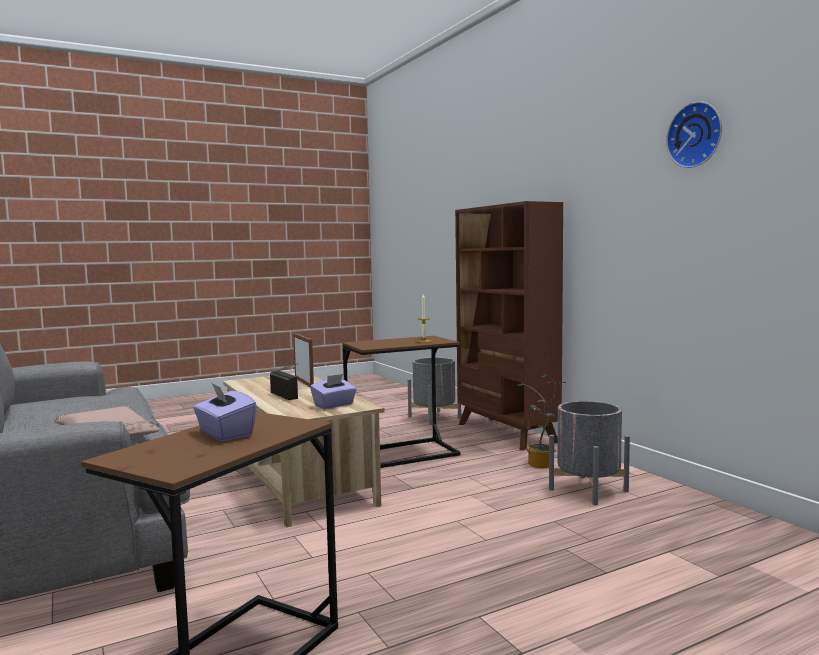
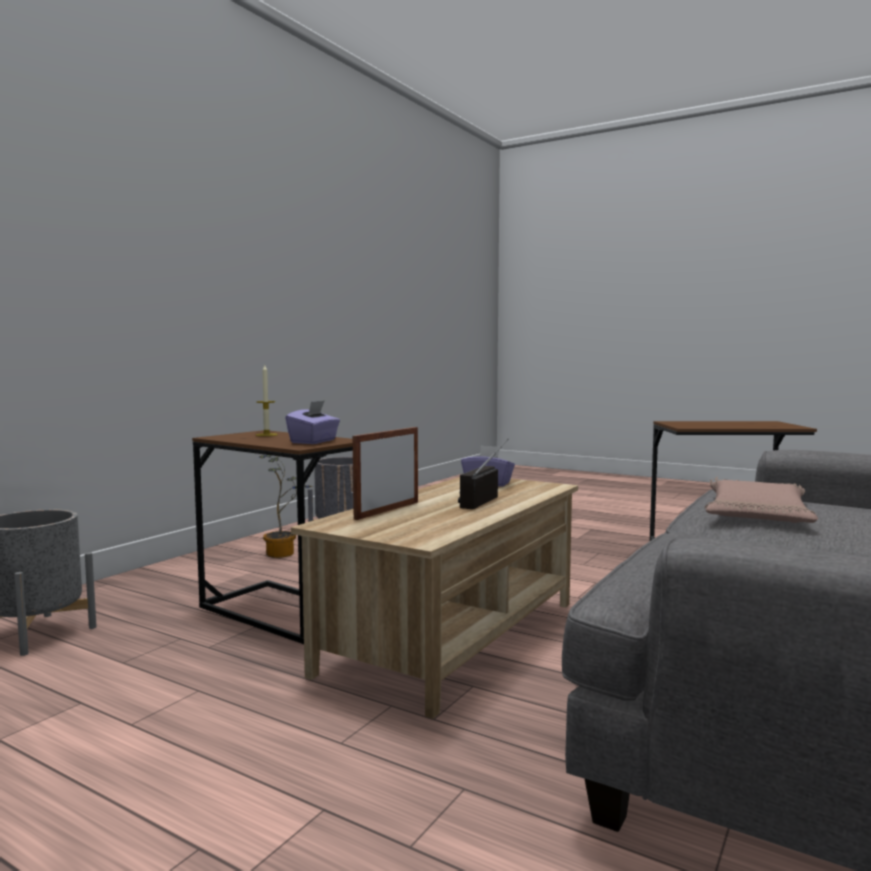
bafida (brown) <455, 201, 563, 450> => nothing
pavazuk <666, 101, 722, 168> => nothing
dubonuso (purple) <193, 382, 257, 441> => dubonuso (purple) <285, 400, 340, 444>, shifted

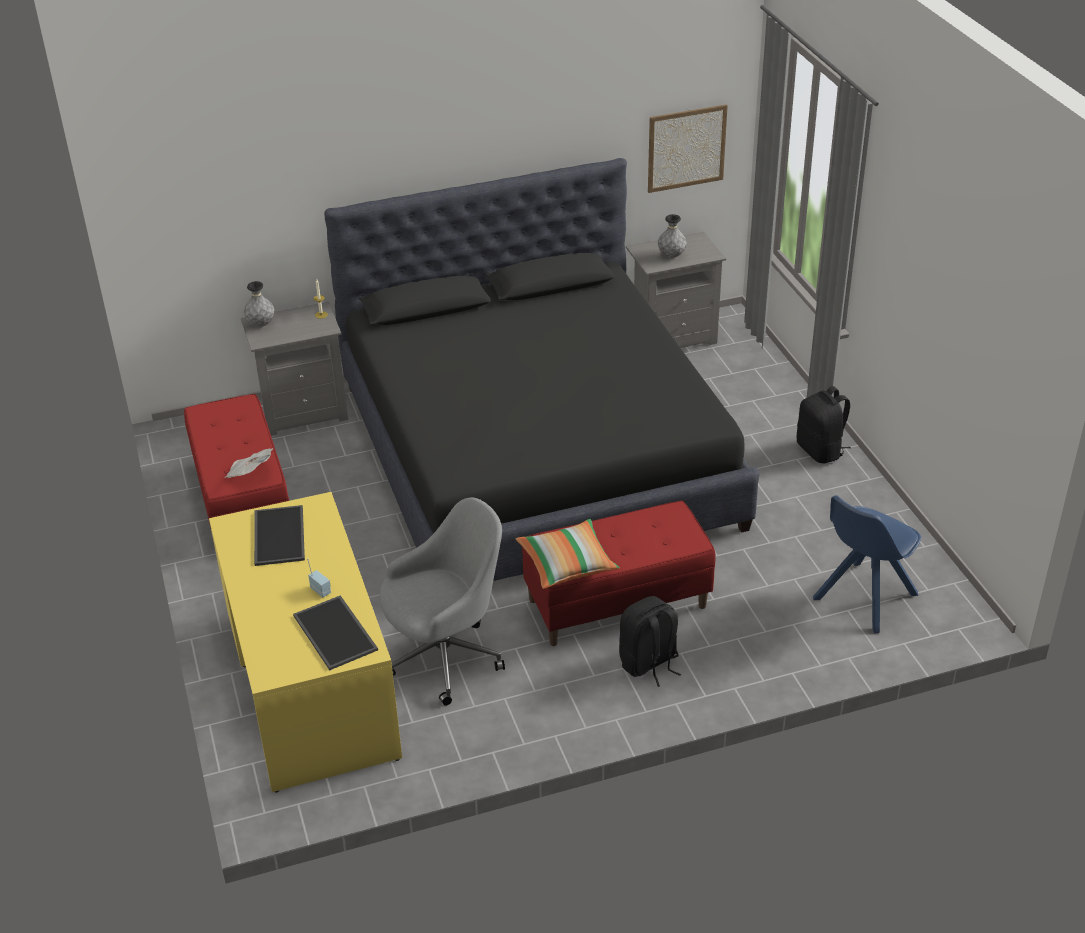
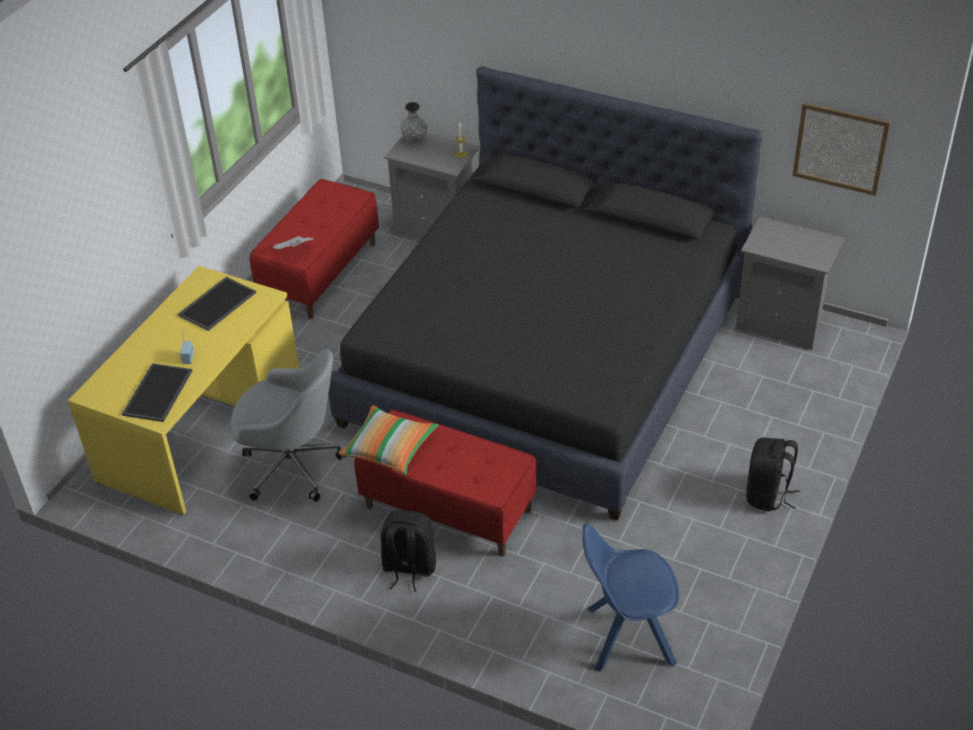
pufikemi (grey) <658, 214, 687, 258> => nothing

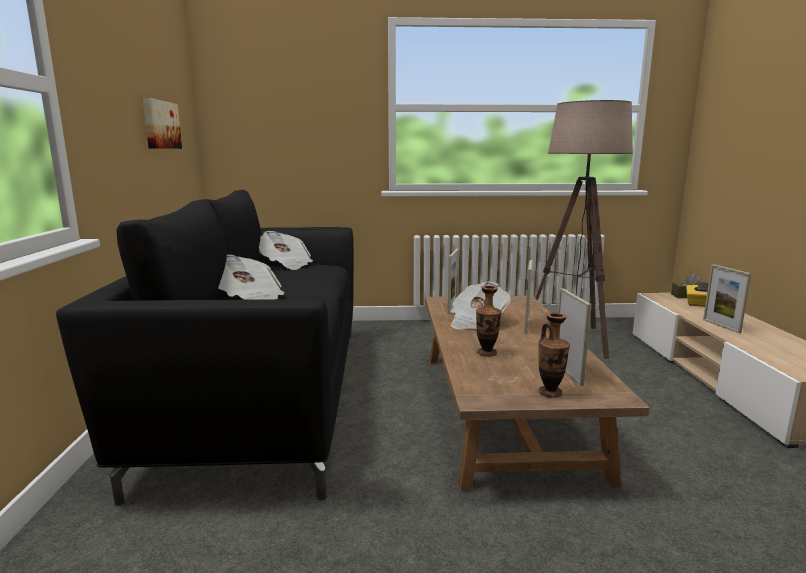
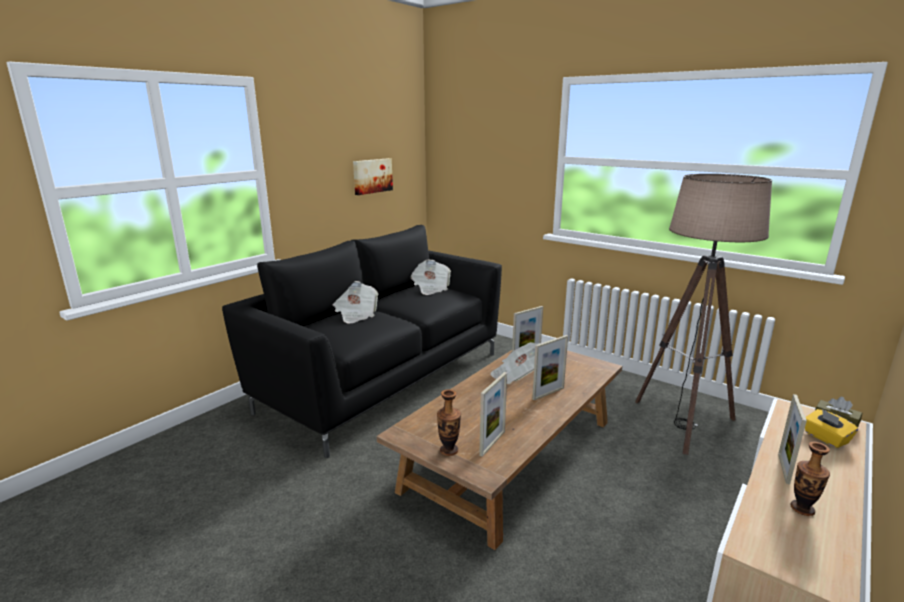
pufikemi <476, 285, 502, 357> => pufikemi <790, 441, 830, 516>, shifted

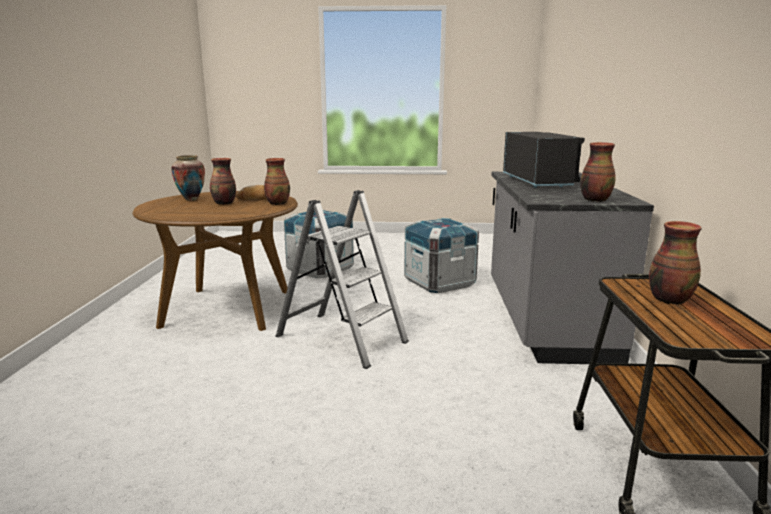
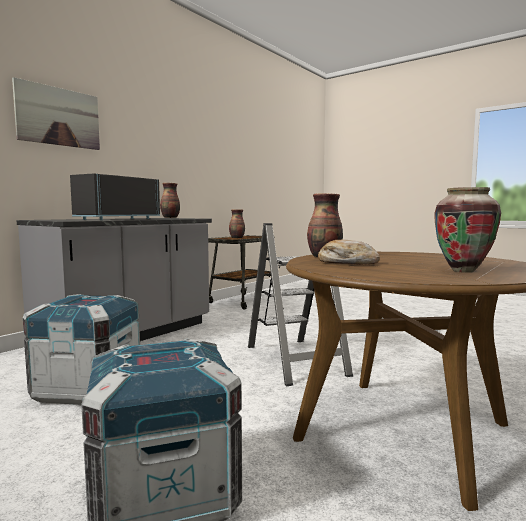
pufikemi <210, 158, 236, 205> => nothing
nothing => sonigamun <12, 77, 100, 150>

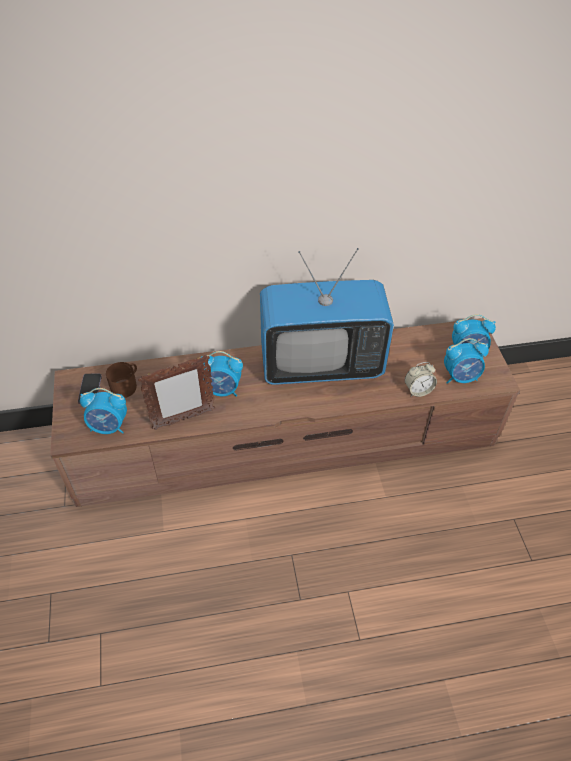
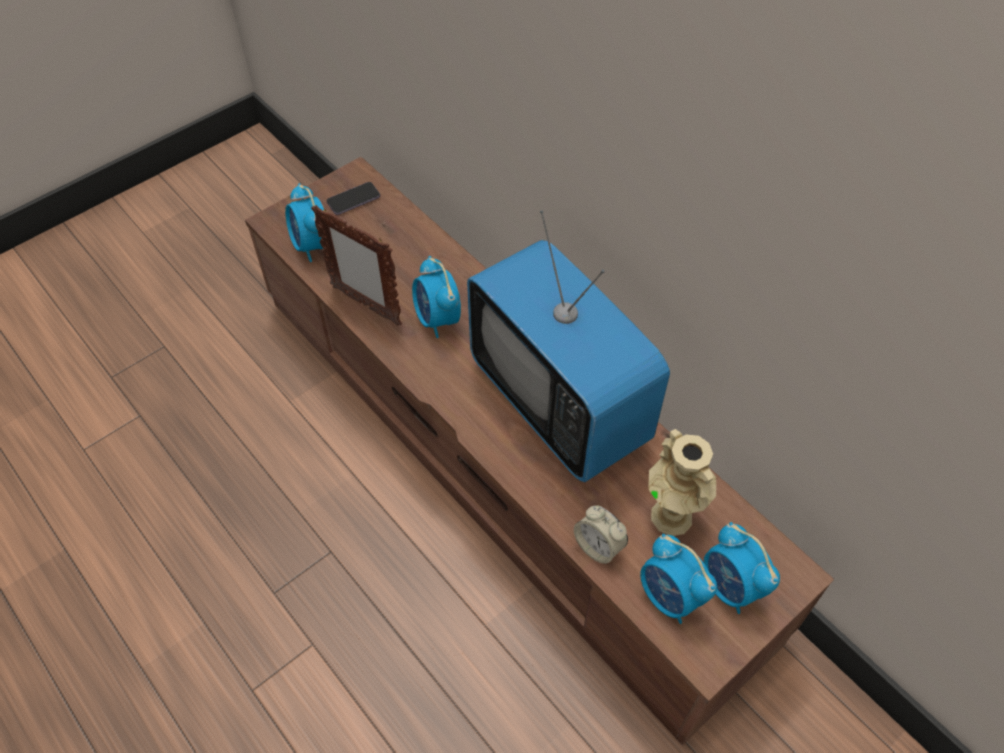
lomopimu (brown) <106, 362, 137, 398> => nothing
nothing => pufikemi (beige) <648, 429, 716, 536>

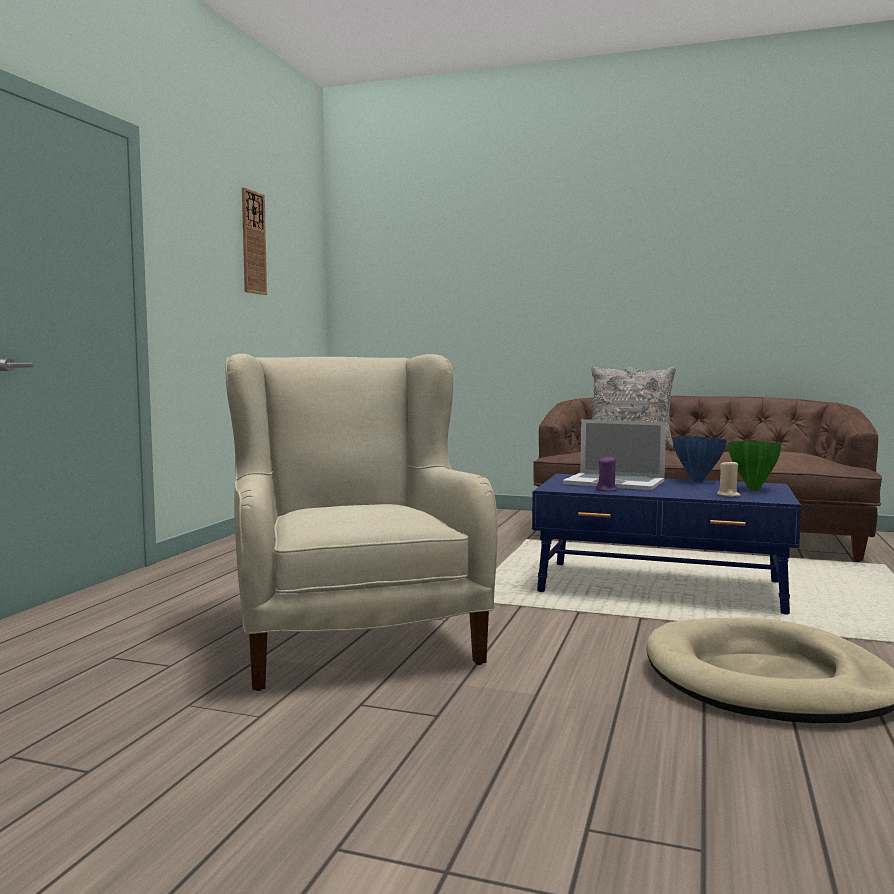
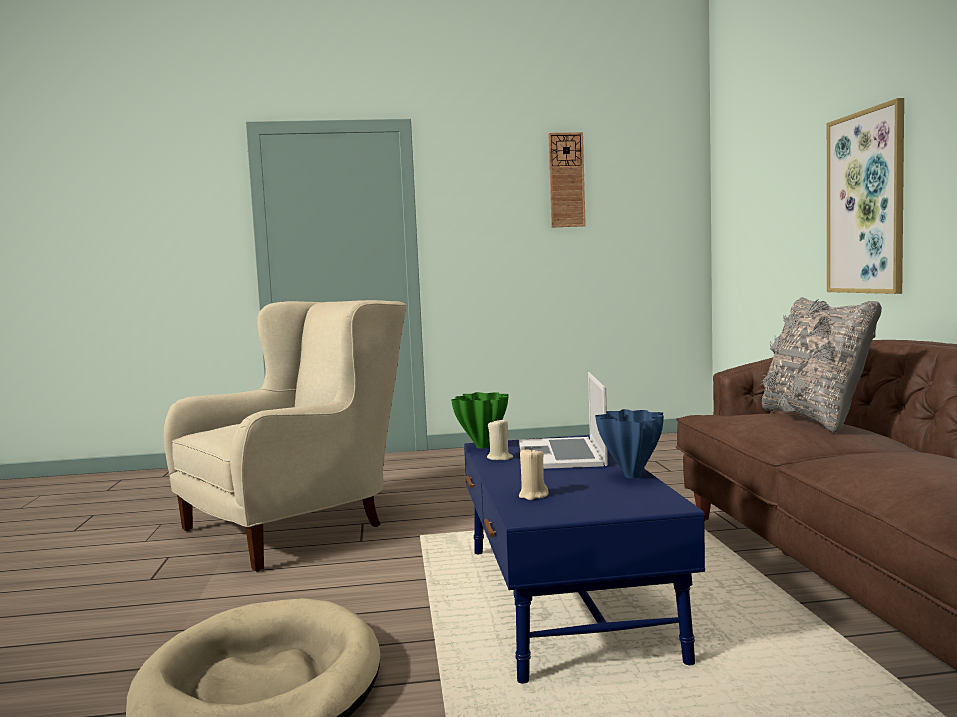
nothing => sonigamun <827, 98, 904, 294>
pufikemi (green) <728, 441, 782, 490> => pufikemi (green) <451, 392, 509, 449>, shifted
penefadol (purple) <596, 456, 617, 491> => penefadol (beige) <487, 420, 513, 460>

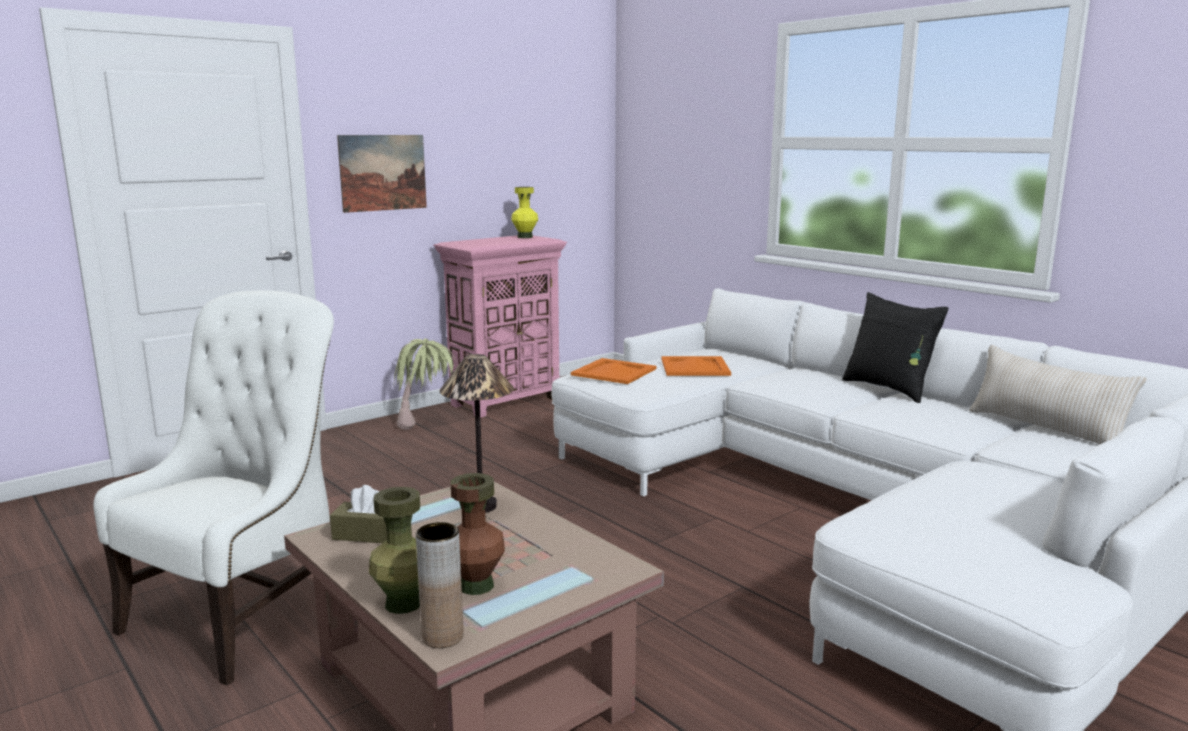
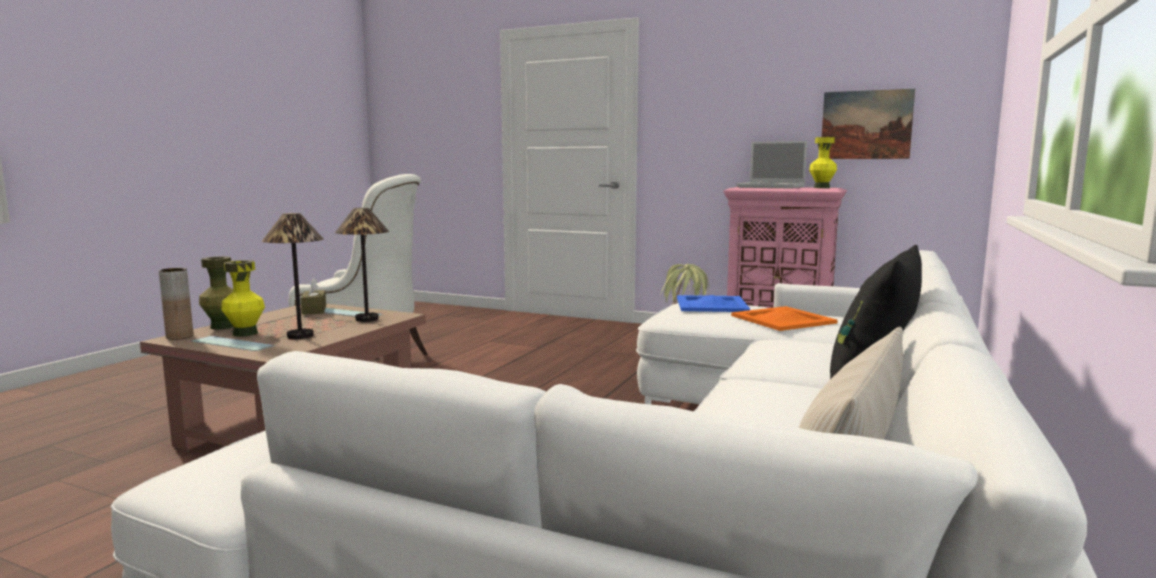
nothing => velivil <262, 213, 323, 339>
nothing => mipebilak <737, 141, 807, 189>
sonigamun <337, 135, 427, 213> => sonigamun <822, 89, 915, 159>, shifted
pufikemi (brown) <451, 473, 505, 595> => pufikemi (yellow) <221, 260, 265, 336>
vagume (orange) <571, 358, 657, 384> => vagume (blue) <677, 295, 750, 312>

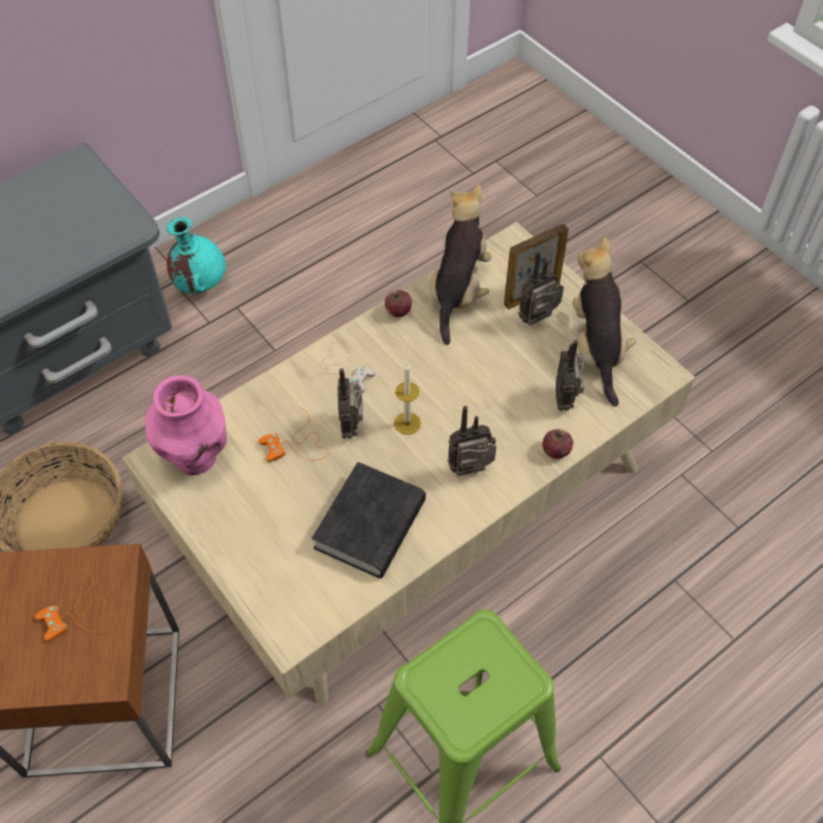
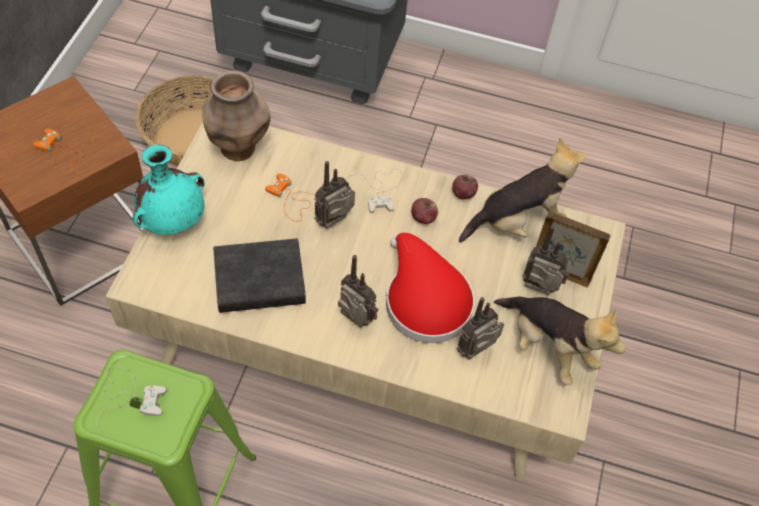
penefadol <394, 363, 421, 435> => nothing
nothing => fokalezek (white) <96, 366, 167, 431>
nothing => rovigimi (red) <386, 233, 474, 343>
pufikemi (turquoise) <167, 217, 226, 294> => pufikemi (turquoise) <133, 145, 205, 235>, shifted
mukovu <542, 429, 573, 459> => mukovu <411, 198, 438, 224>, shifted
pufikemi (pink) <145, 375, 227, 475> => pufikemi (brown) <202, 70, 270, 161>
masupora <572, 237, 636, 407> => masupora <494, 296, 626, 385>, 90 degrees clockwise

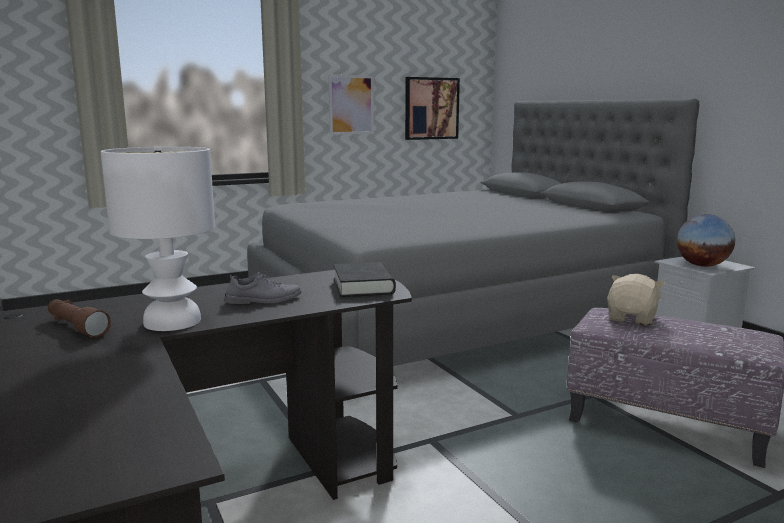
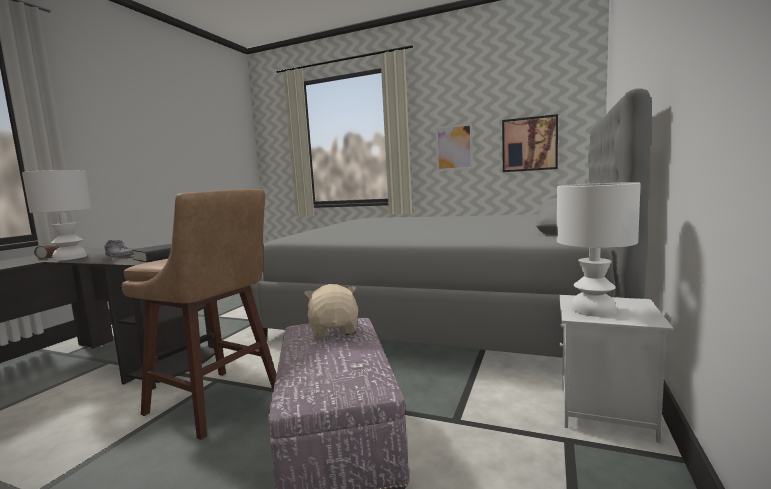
nothing => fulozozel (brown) <122, 189, 276, 440>
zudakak <677, 214, 735, 267> => velivil (white) <557, 182, 641, 317>
masupora (beige) <607, 274, 665, 326> => masupora (beige) <304, 284, 358, 339>, 90 degrees counterclockwise

